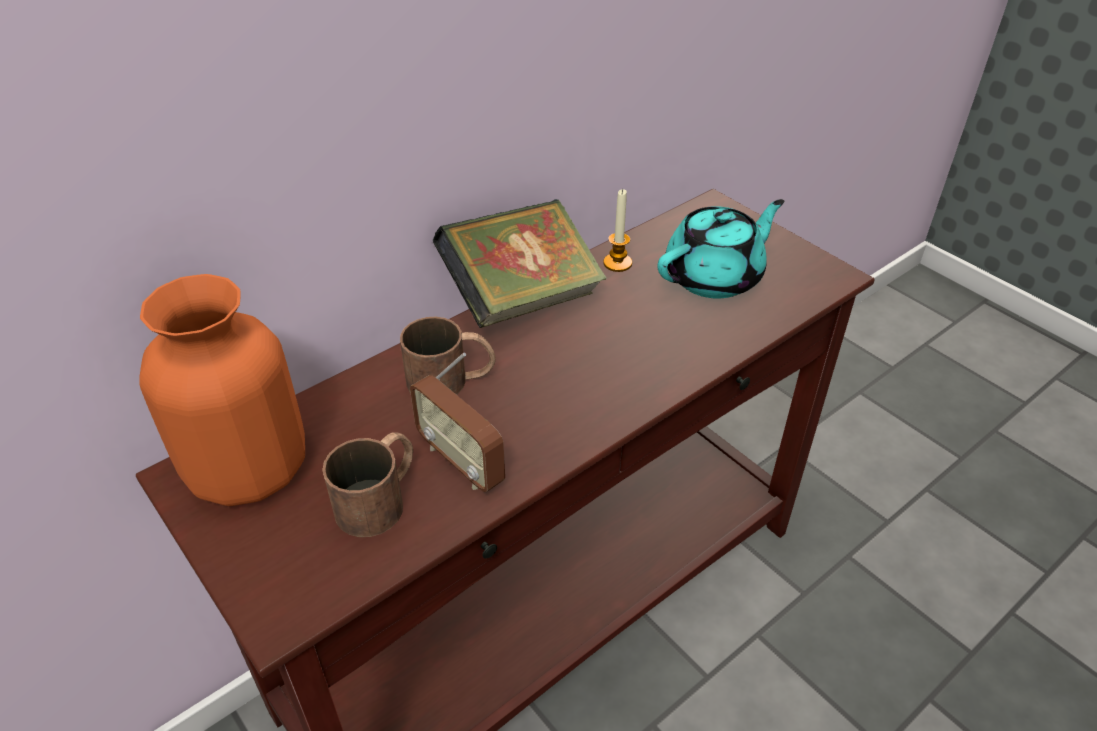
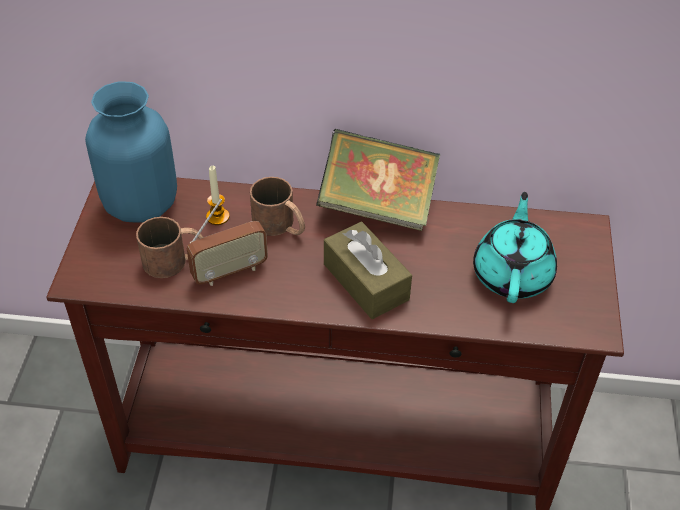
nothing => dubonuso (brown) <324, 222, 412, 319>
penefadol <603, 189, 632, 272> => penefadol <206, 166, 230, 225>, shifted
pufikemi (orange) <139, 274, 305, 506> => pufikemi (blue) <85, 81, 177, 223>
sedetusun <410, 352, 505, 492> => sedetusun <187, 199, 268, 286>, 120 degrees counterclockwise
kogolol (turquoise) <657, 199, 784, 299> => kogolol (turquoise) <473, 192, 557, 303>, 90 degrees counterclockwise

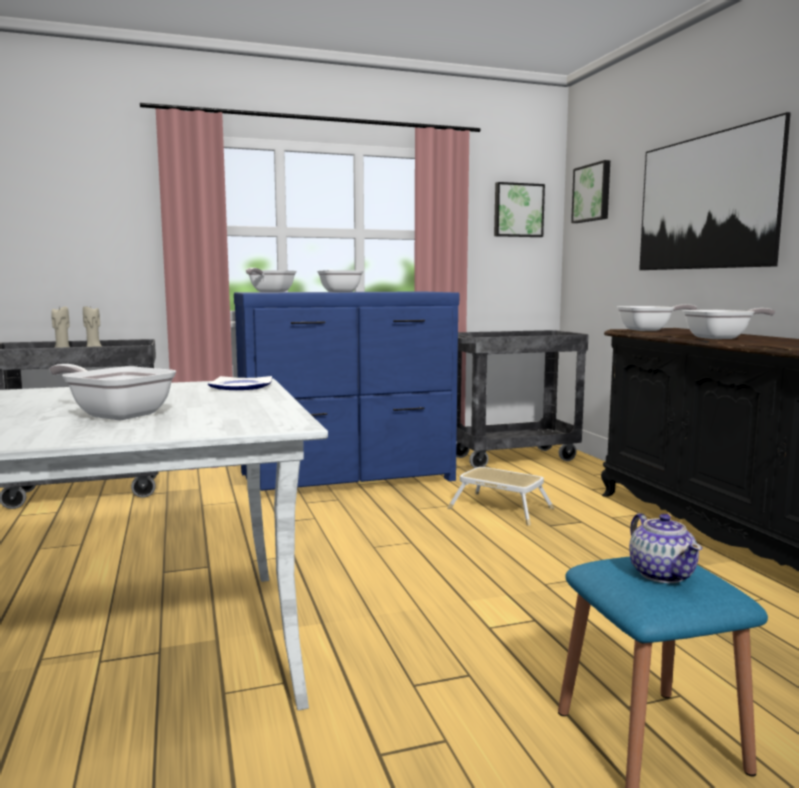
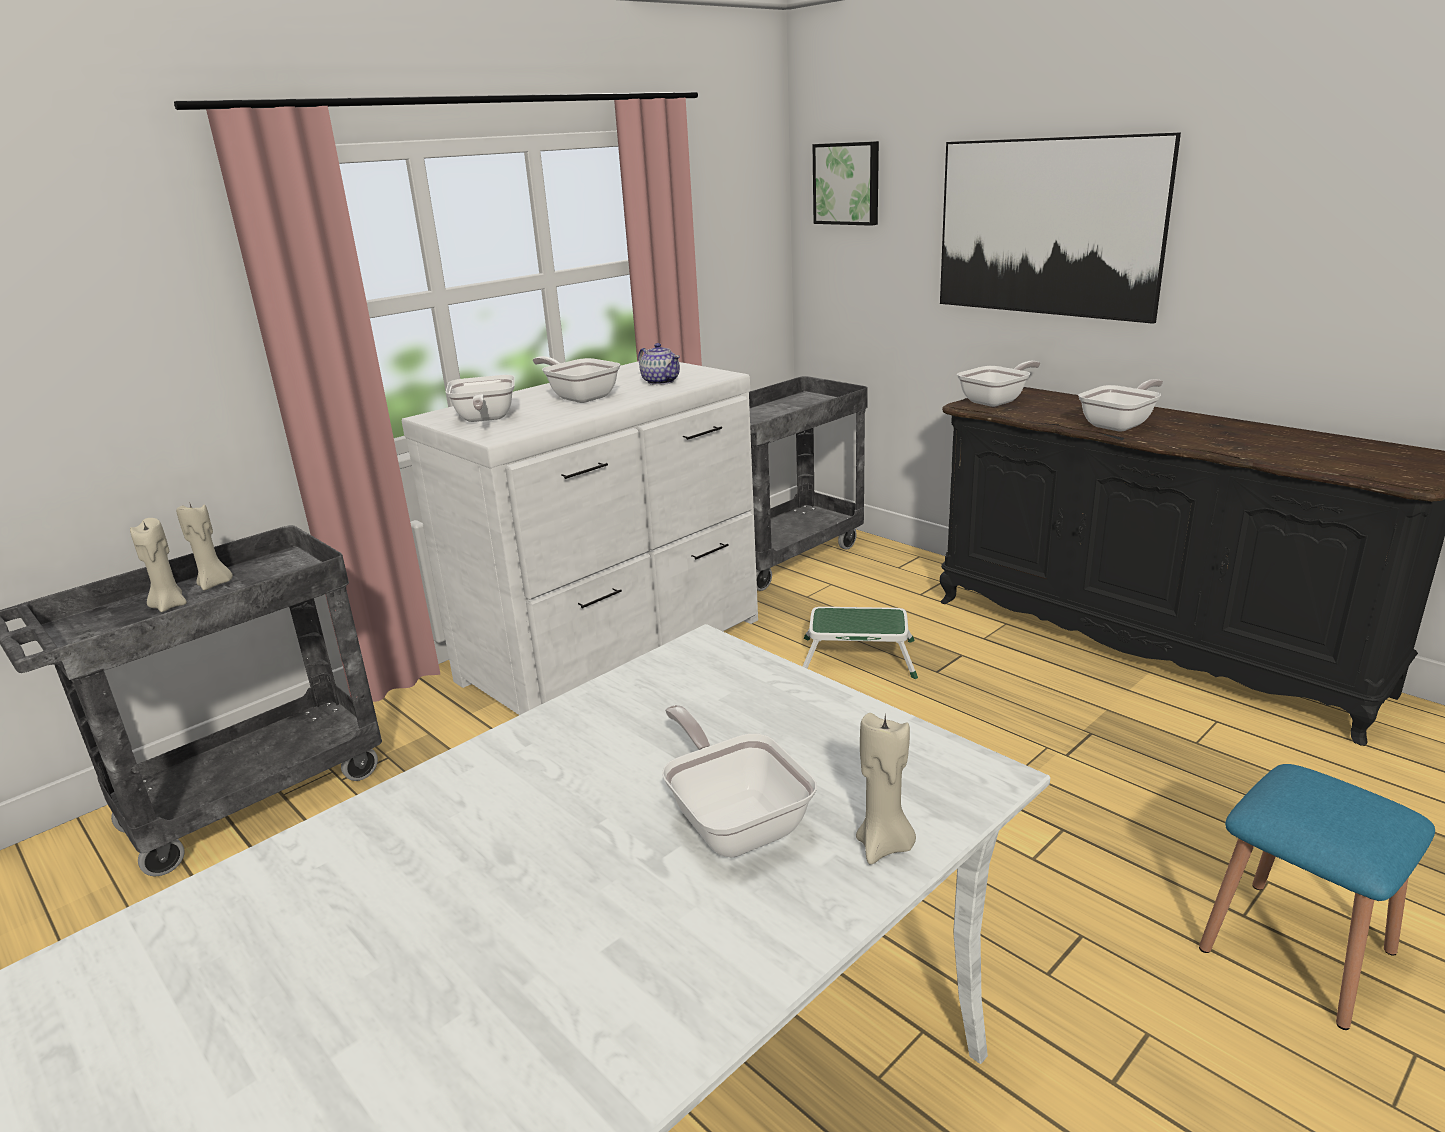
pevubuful <208, 376, 272, 390> => nothing
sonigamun <494, 182, 545, 237> => nothing
nothing => penefadol (beige) <856, 713, 916, 864>
kogolol <629, 513, 702, 583> => kogolol <638, 343, 680, 385>, shifted
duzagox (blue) <234, 292, 459, 491> => duzagox (white) <402, 361, 758, 715>
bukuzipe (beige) <447, 467, 555, 526> => bukuzipe (green) <802, 607, 918, 679>
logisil <49, 364, 176, 420> => logisil <662, 705, 817, 858>, 60 degrees clockwise

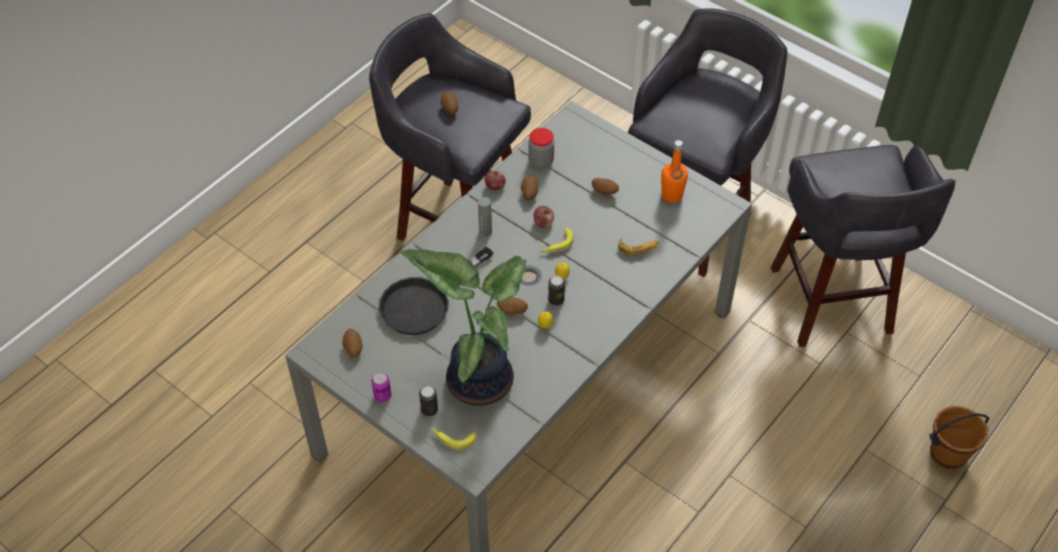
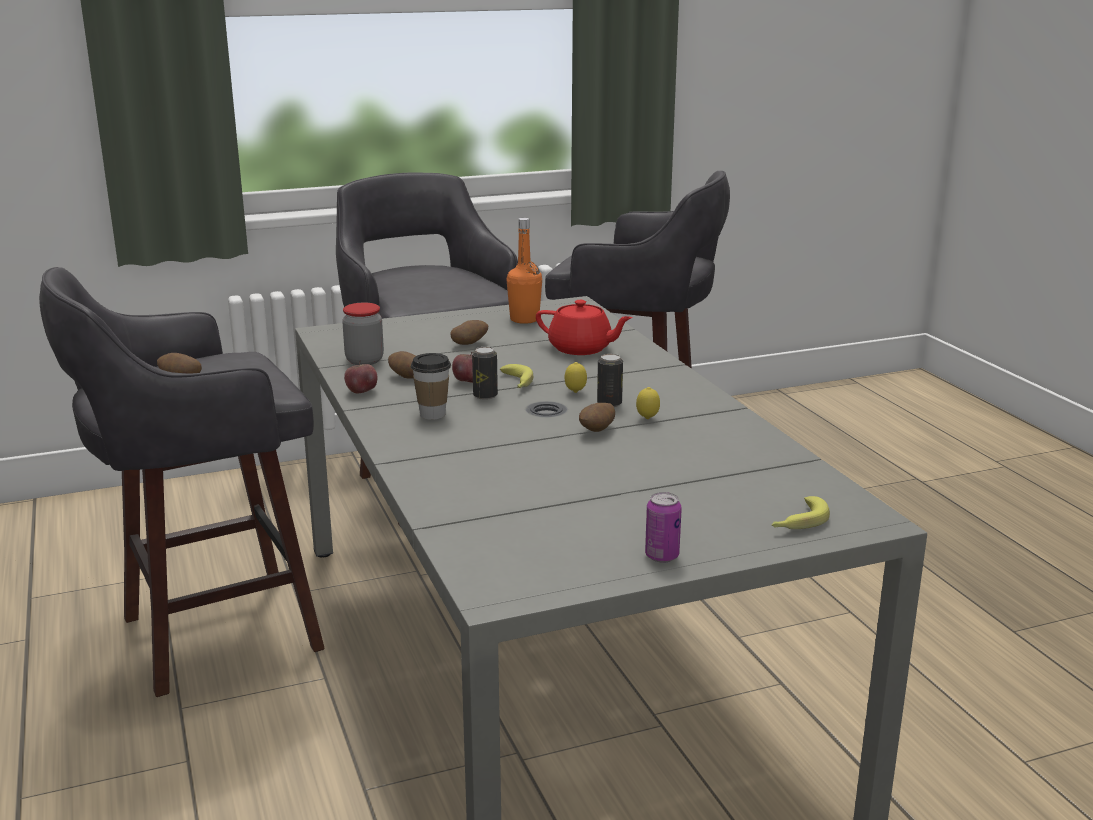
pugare <343, 329, 362, 357> => nothing
logisil (black) <379, 247, 493, 335> => nothing
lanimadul <400, 249, 526, 406> => nothing
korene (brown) <929, 406, 989, 470> => nothing
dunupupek <419, 386, 438, 416> => dunupupek <472, 347, 498, 400>, shifted
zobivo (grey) <478, 197, 492, 237> => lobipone <411, 353, 451, 420>
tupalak <618, 239, 659, 255> => kogolol (red) <536, 300, 633, 355>

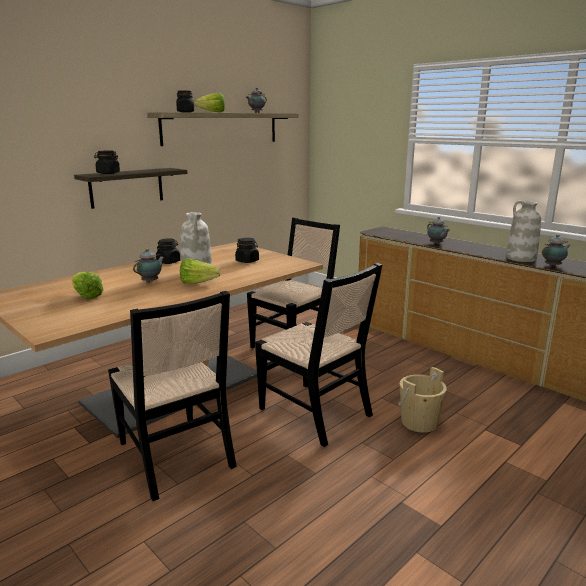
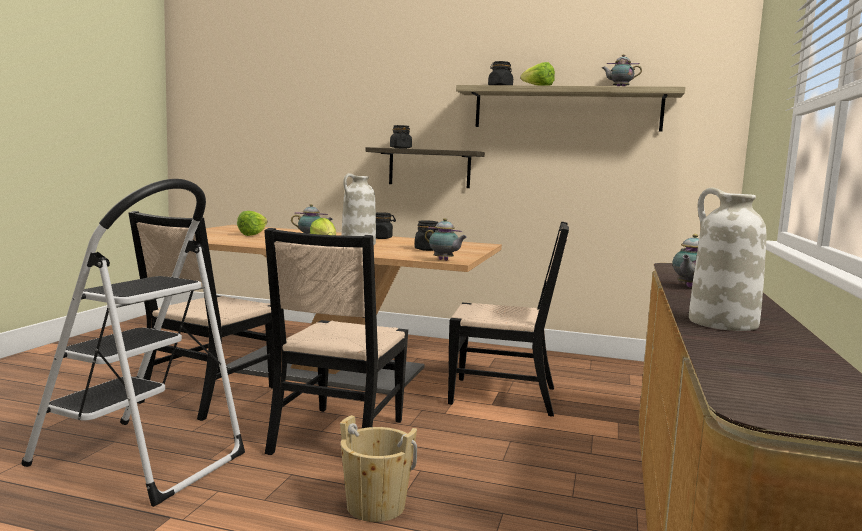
nothing => bukuzipe <21, 179, 245, 507>
kogolol <542, 235, 571, 267> => kogolol <425, 218, 467, 261>, shifted

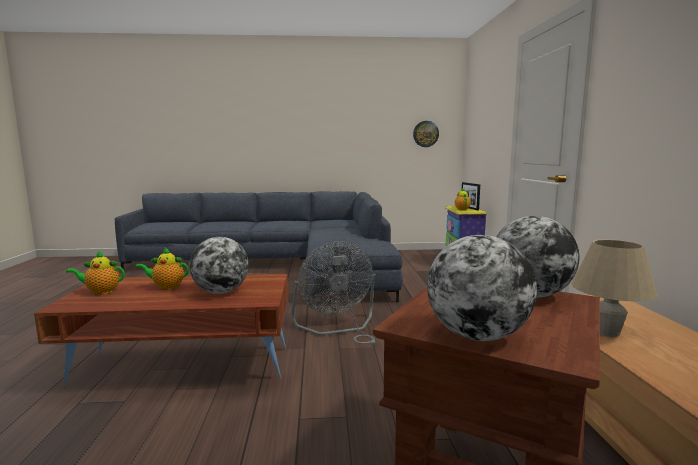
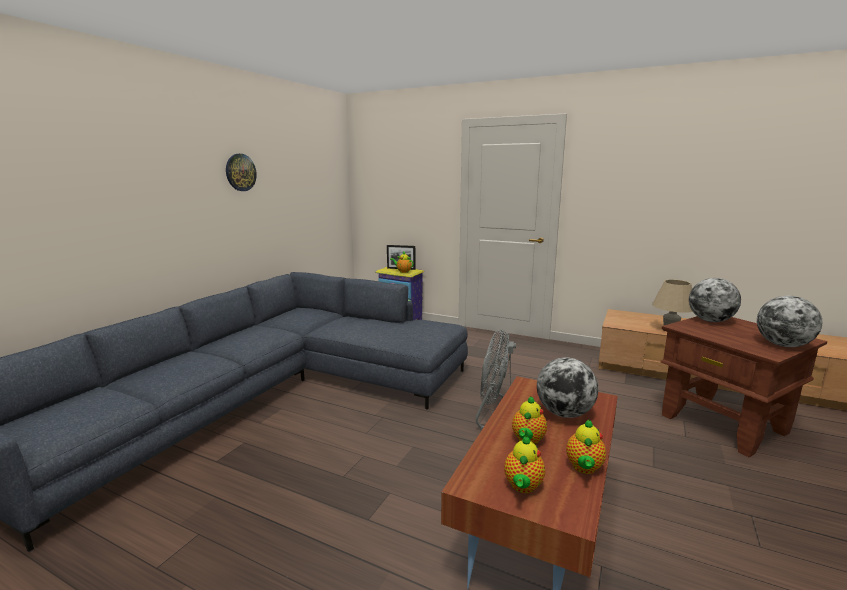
nothing => kogolol <566, 420, 606, 474>
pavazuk <413, 121, 439, 147> => pavazuk <226, 154, 257, 191>, shifted

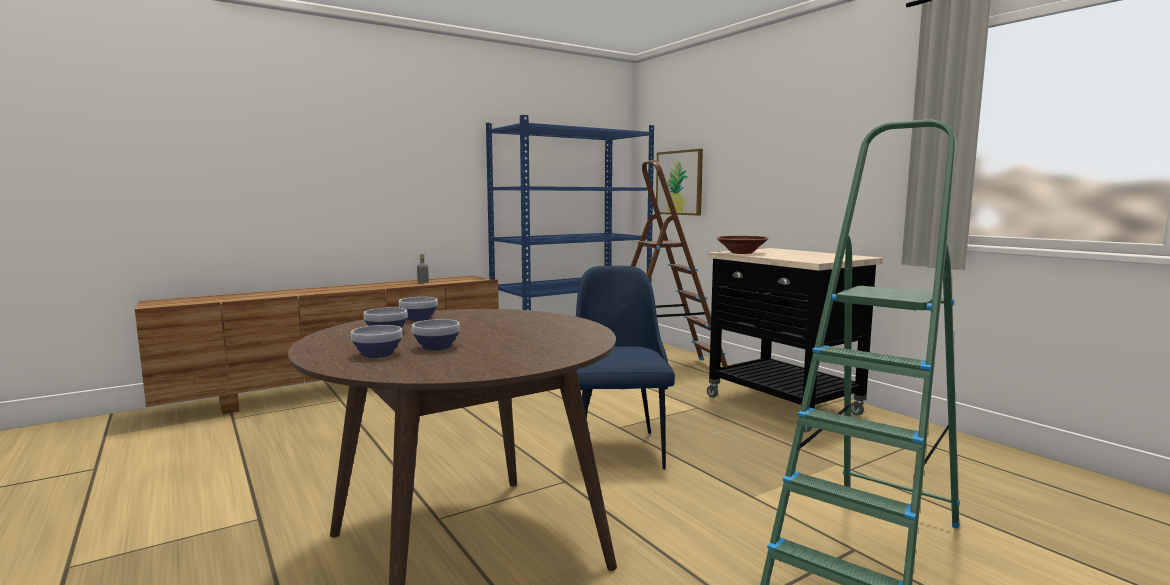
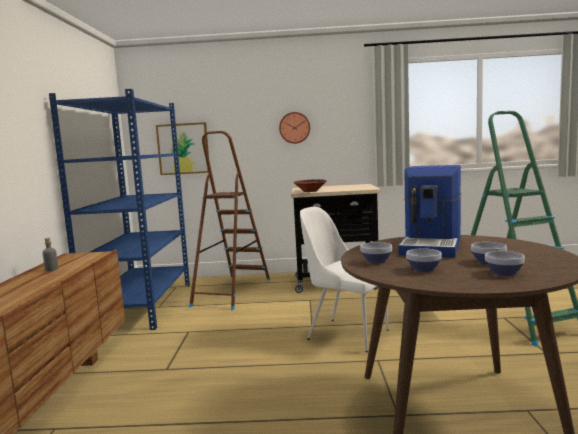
nothing => pavazuk <279, 112, 310, 144>
nothing => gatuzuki <398, 165, 461, 258>
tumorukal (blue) <576, 266, 675, 470> => tumorukal (white) <300, 207, 389, 352>

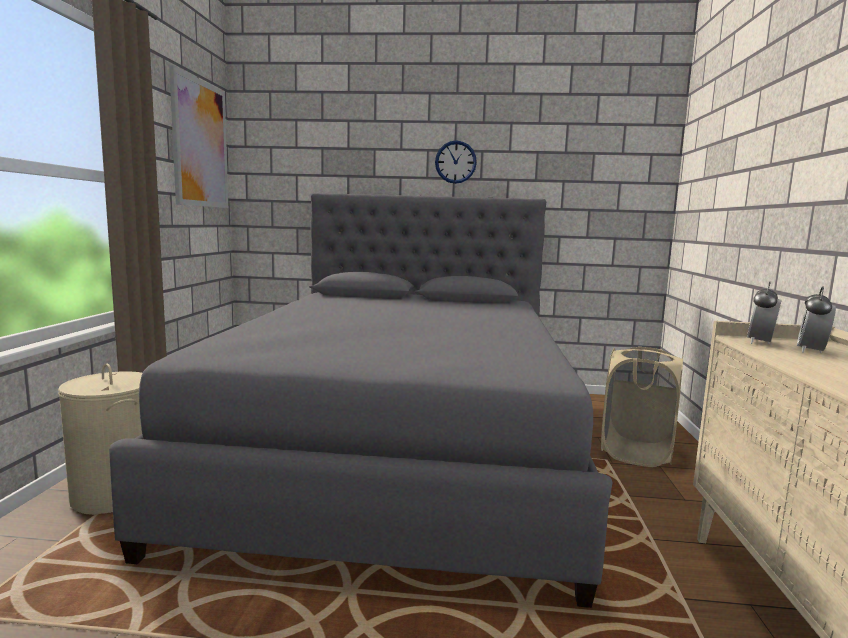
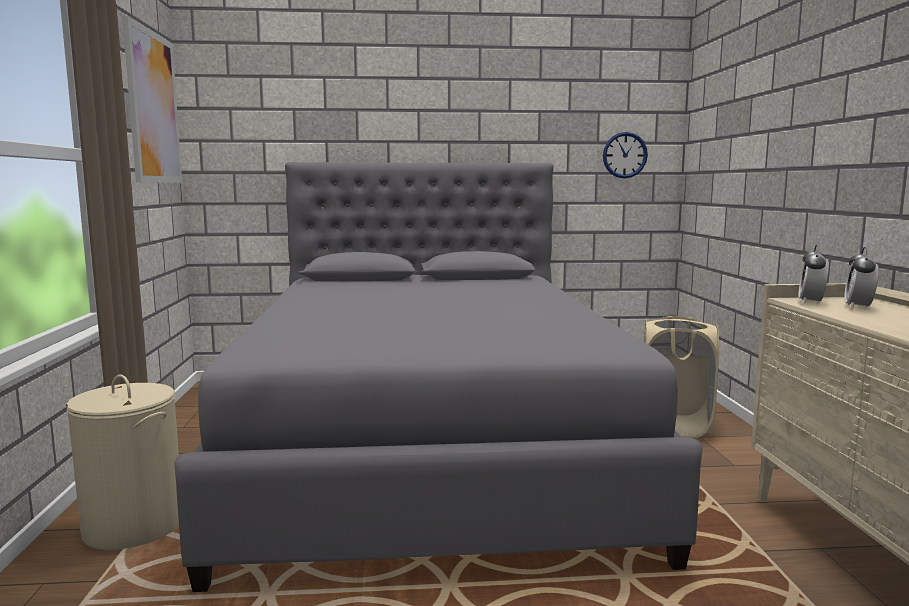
pavazuk <435, 140, 477, 184> => pavazuk <603, 132, 648, 178>, shifted

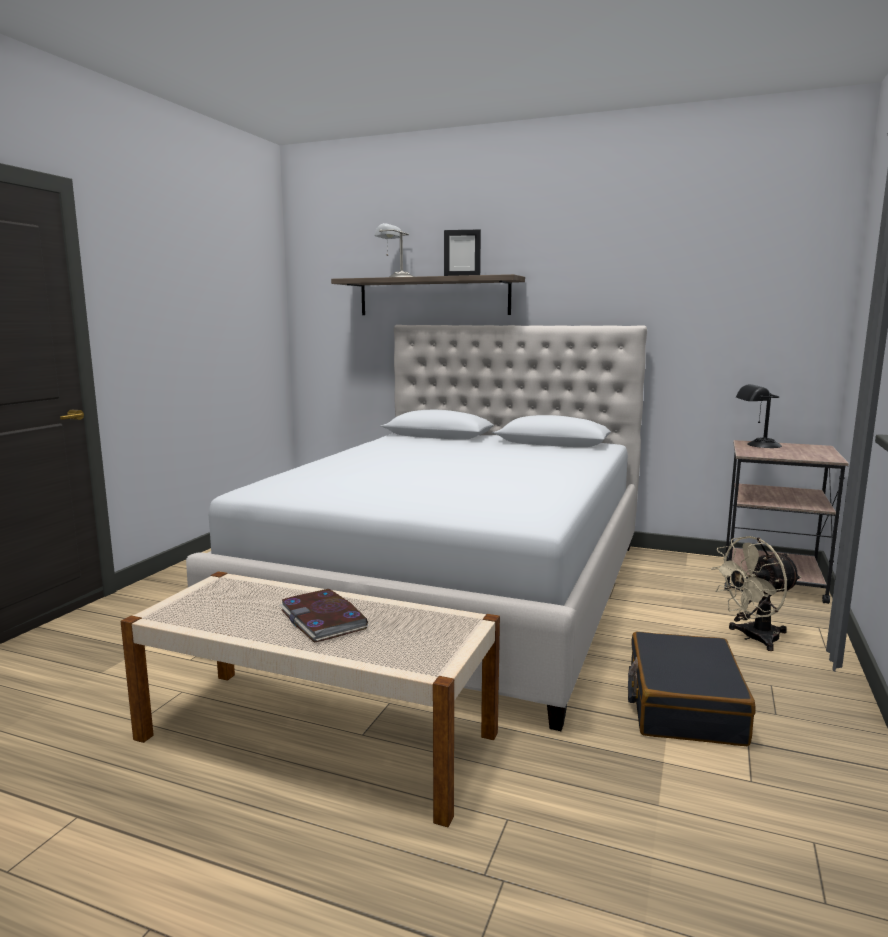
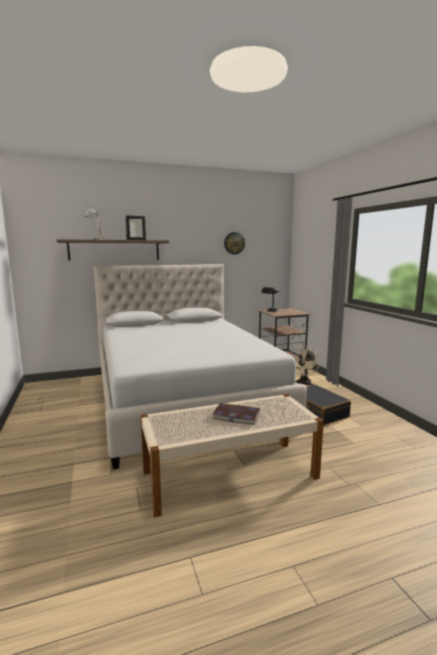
nothing => pavazuk <224, 232, 245, 255>

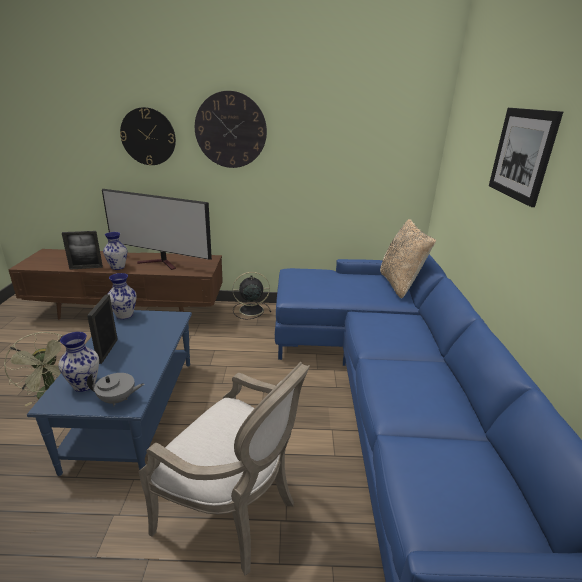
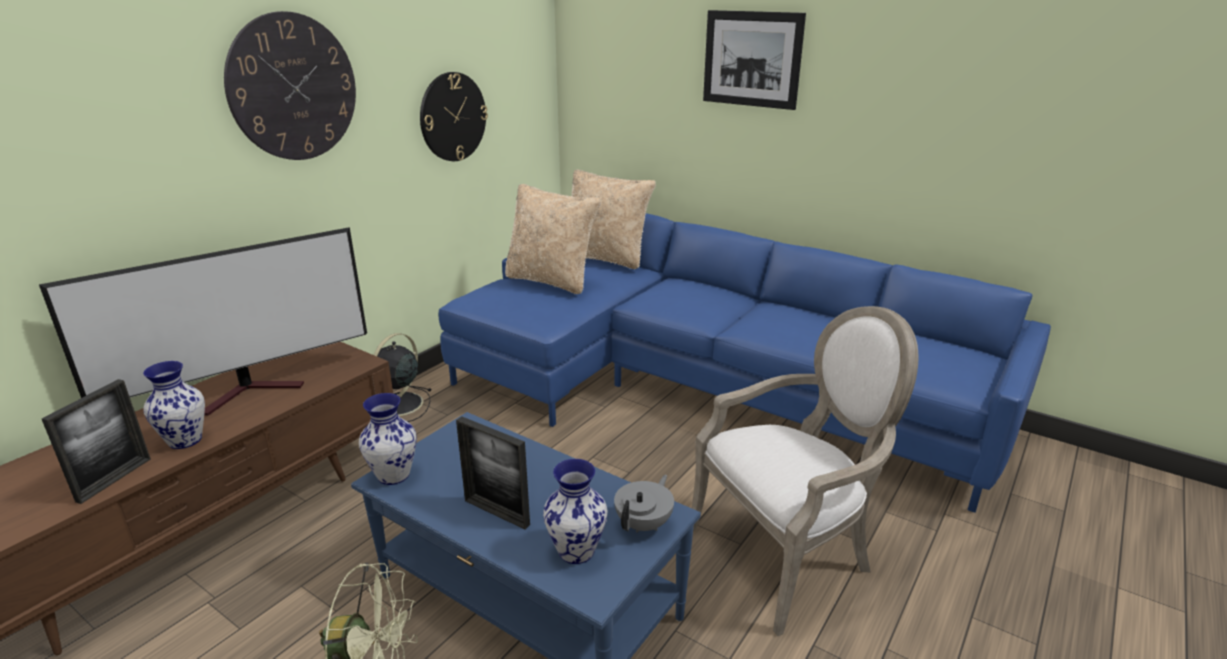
nothing => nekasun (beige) <505, 184, 601, 294>
pavazuk <120, 107, 176, 165> => pavazuk <420, 72, 488, 161>, shifted

